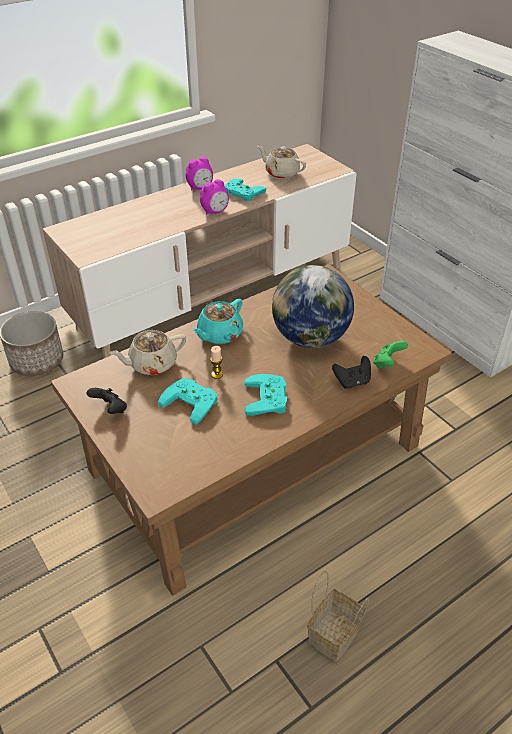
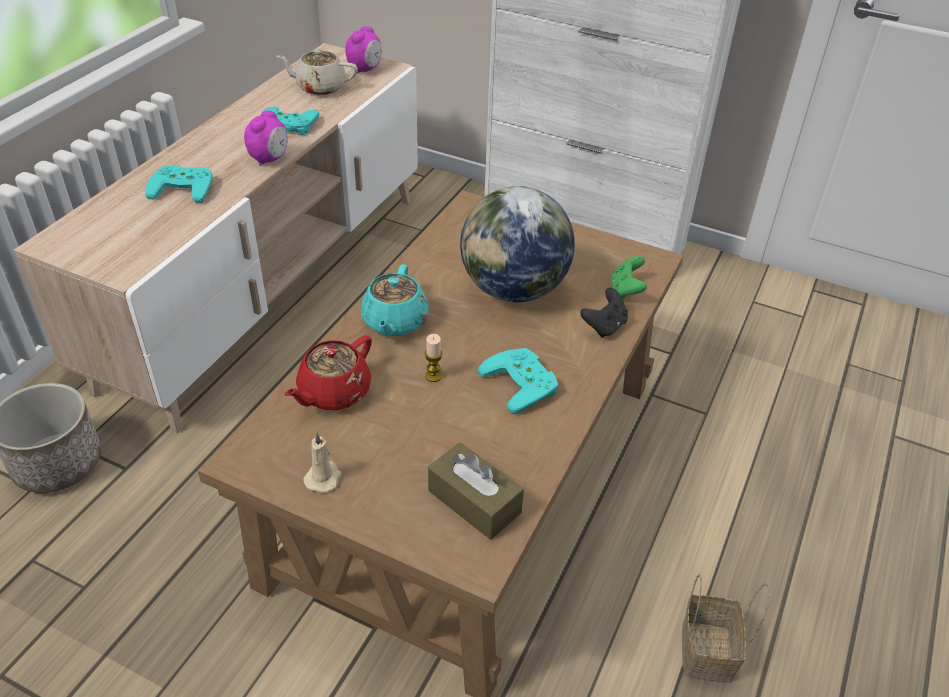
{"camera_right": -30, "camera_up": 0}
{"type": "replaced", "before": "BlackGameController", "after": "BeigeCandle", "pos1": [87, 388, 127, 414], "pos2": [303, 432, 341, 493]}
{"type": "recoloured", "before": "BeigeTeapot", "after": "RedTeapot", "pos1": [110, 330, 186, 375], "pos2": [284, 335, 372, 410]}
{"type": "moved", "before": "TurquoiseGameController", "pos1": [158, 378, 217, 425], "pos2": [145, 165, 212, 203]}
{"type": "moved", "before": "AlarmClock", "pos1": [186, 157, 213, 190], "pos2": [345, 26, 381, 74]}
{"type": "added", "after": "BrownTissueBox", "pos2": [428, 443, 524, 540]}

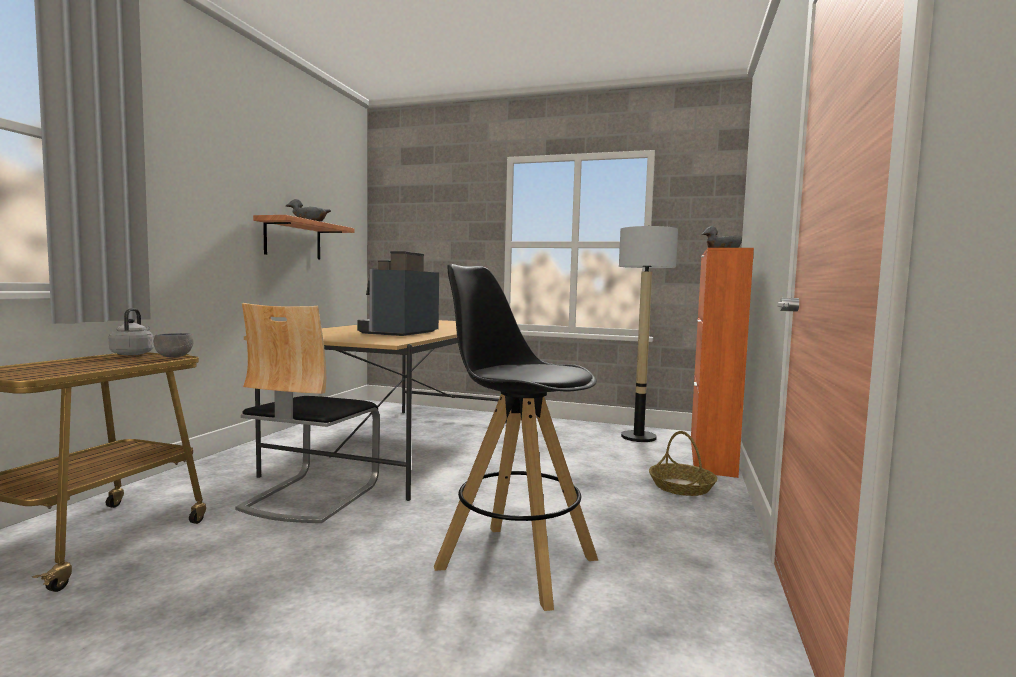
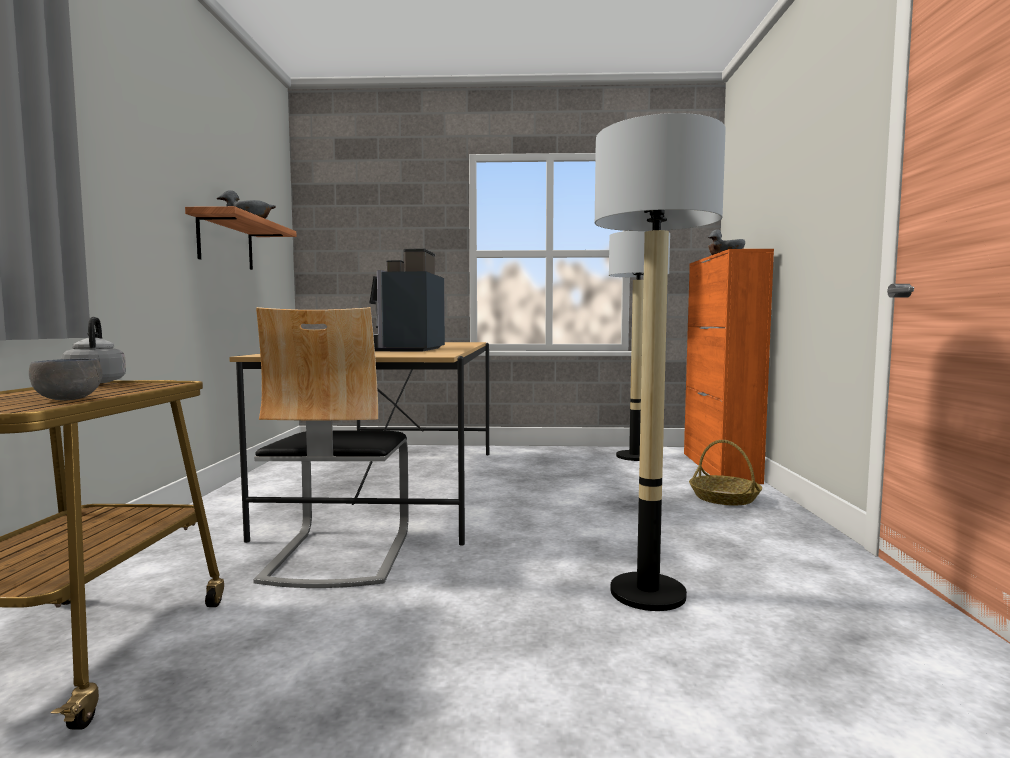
{"camera_right": -15, "camera_up": 0}
{"type": "moved", "before": "GreyBowl", "pos1": [154, 333, 193, 358], "pos2": [29, 358, 102, 400]}
{"type": "replaced", "before": "BlackStool", "after": "FloorLamp", "pos1": [434, 264, 598, 611], "pos2": [595, 113, 726, 611]}

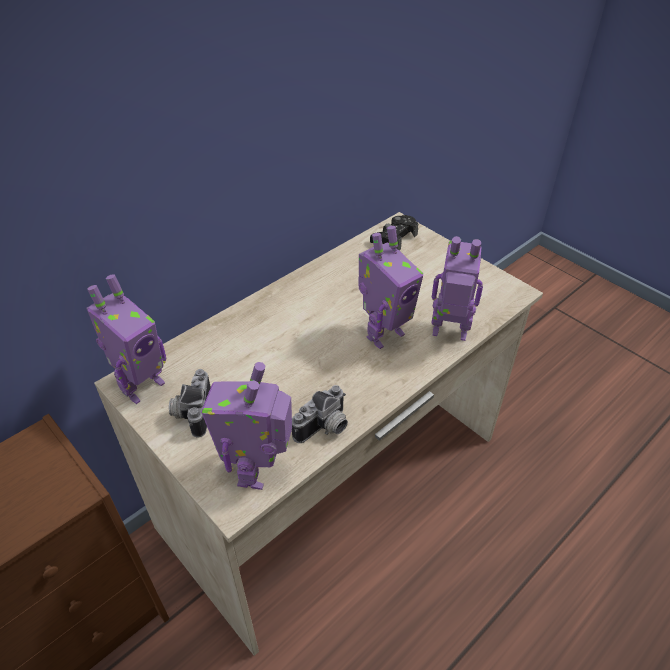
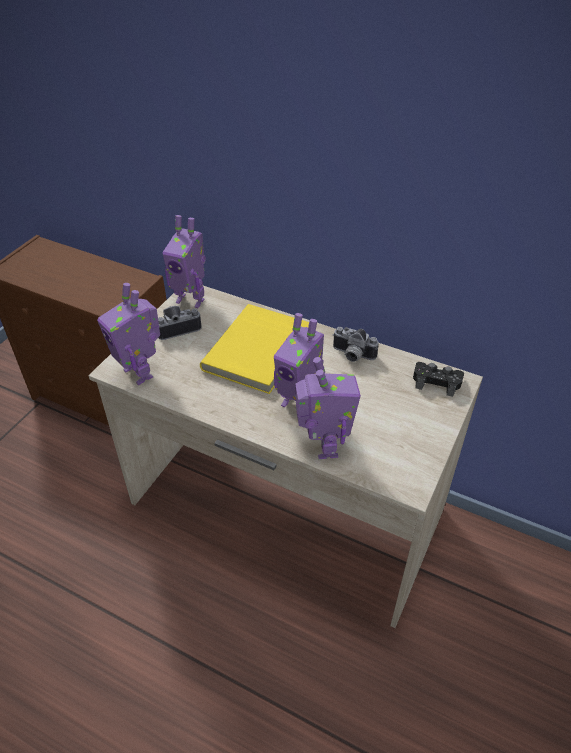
{"camera_right": 70, "camera_up": 0}
{"type": "turned", "before": "ToyRobot", "pos1": [201, 362, 292, 490], "pos2": [97, 283, 160, 385], "turn": -120}
{"type": "moved", "before": "PhotoCamera", "pos1": [292, 385, 348, 443], "pos2": [333, 327, 379, 362]}
{"type": "added", "after": "YellowBook", "pos2": [200, 304, 309, 394]}

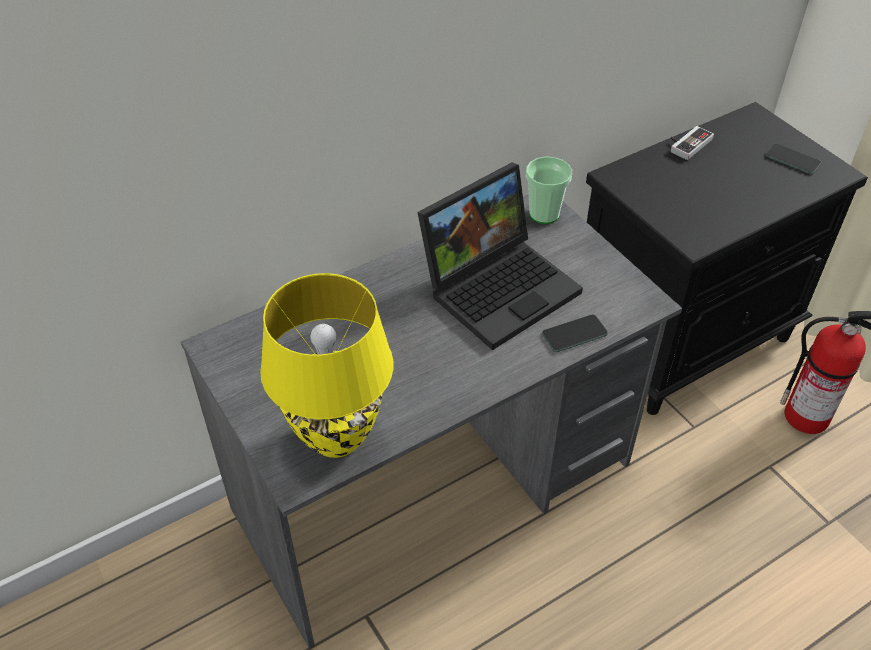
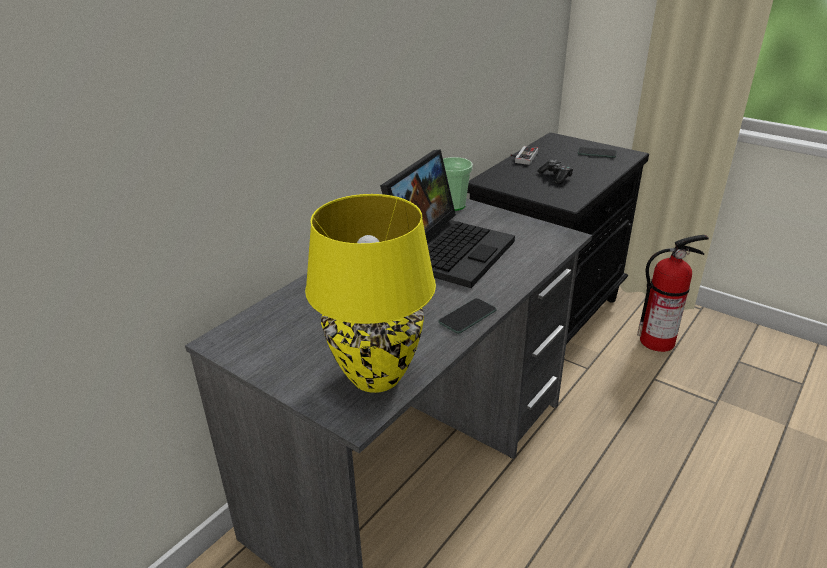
{"camera_right": -20, "camera_up": -15}
{"type": "moved", "before": "Phone", "pos1": [542, 314, 608, 352], "pos2": [439, 298, 497, 334]}
{"type": "added", "after": "GameController", "pos2": [537, 159, 573, 184]}

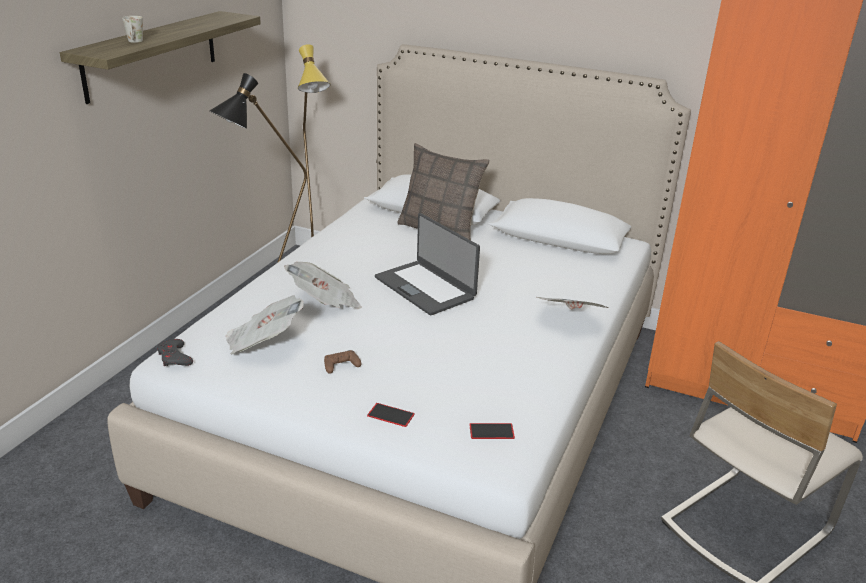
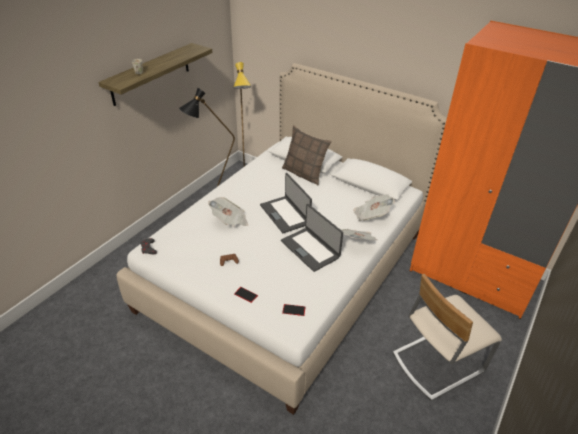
{"camera_right": 10, "camera_up": 10}
{"type": "moved", "before": "Newspaper", "pos1": [226, 295, 304, 355], "pos2": [353, 194, 395, 221]}
{"type": "added", "after": "Laptop", "pos2": [281, 204, 343, 272]}

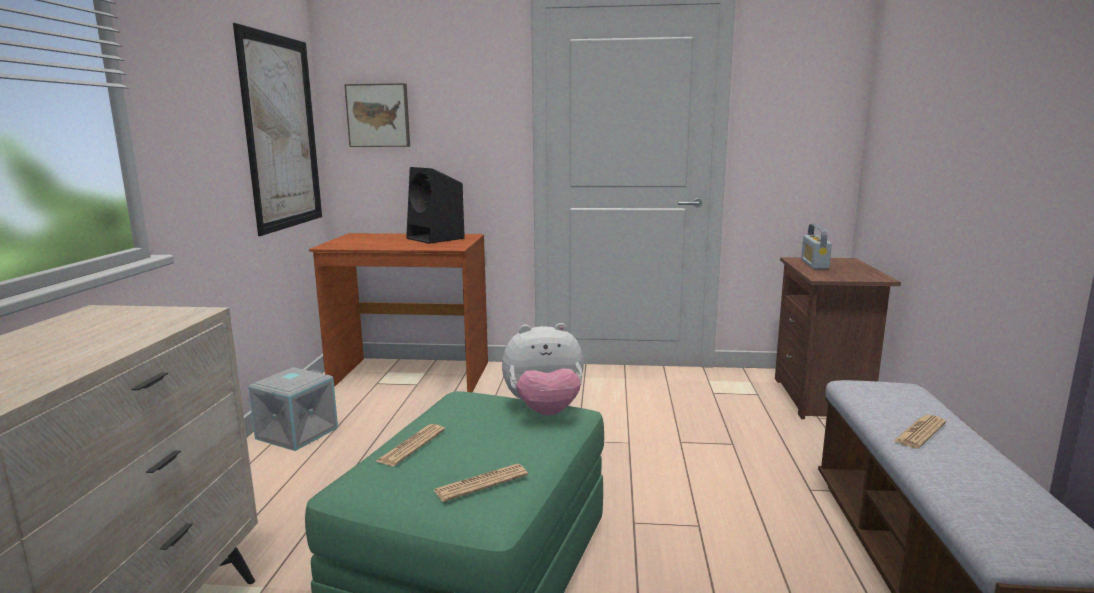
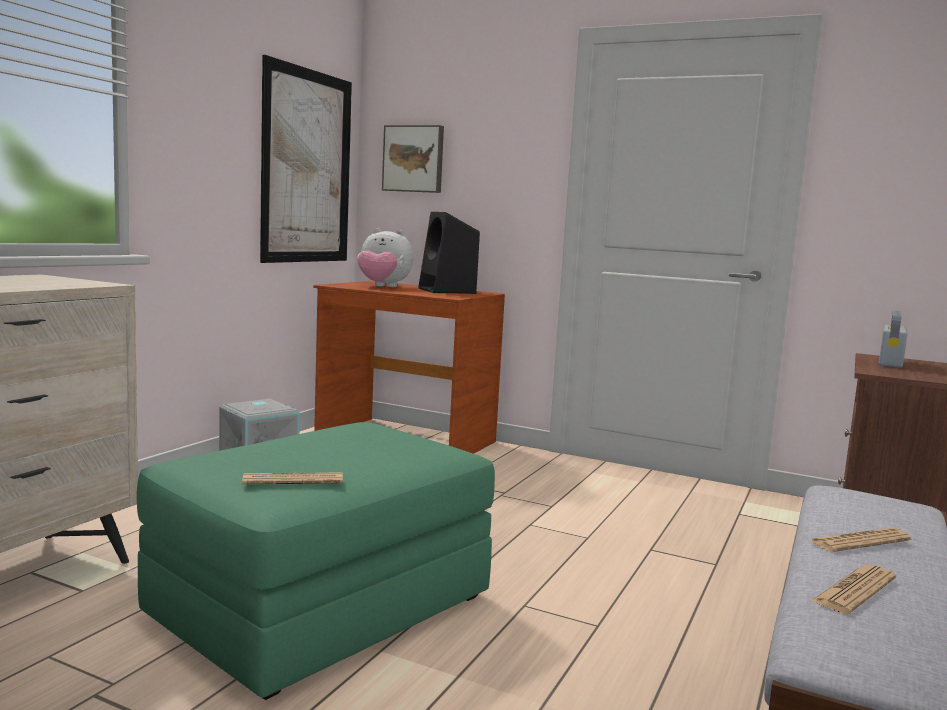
{"camera_right": 20, "camera_up": -5}
{"type": "moved", "before": "Newspaper", "pos1": [375, 424, 445, 466], "pos2": [811, 565, 896, 614]}
{"type": "moved", "before": "PlushToy", "pos1": [502, 323, 584, 416], "pos2": [357, 228, 413, 287]}

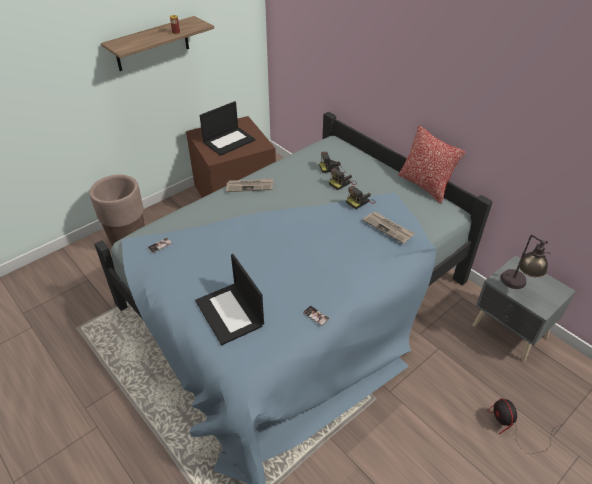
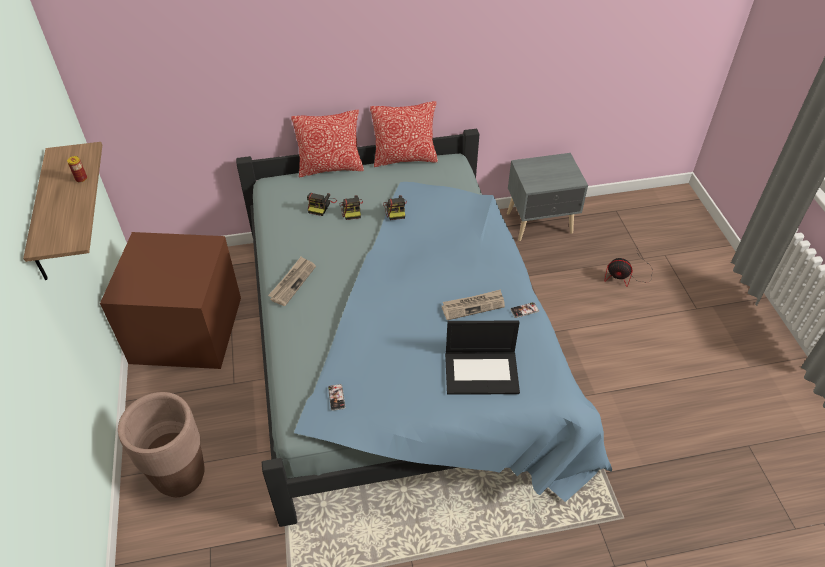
{"camera_right": -60, "camera_up": 5}
{"type": "removed", "before": "Laptop", "pos1": [200, 101, 256, 156]}
{"type": "moved", "before": "Newspaper", "pos1": [363, 212, 415, 244], "pos2": [441, 289, 505, 320]}
{"type": "removed", "before": "TableLamp", "pos1": [501, 235, 551, 289]}
{"type": "added", "after": "Pillow", "pos2": [291, 110, 364, 177]}

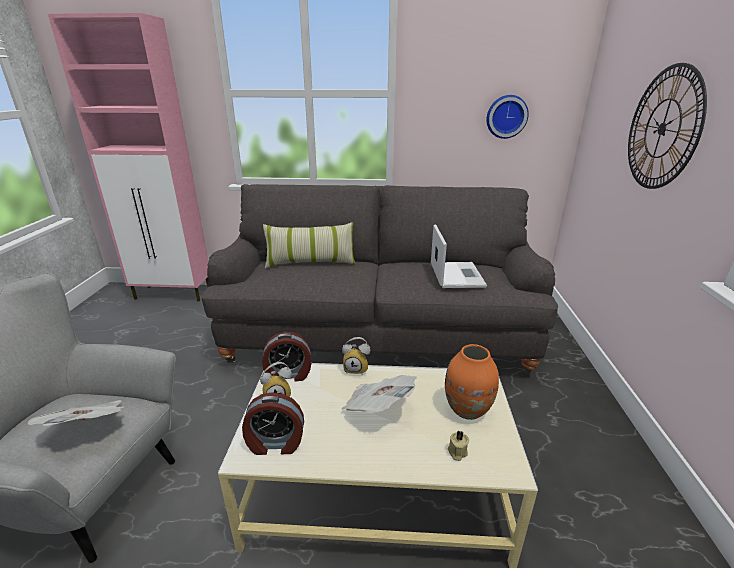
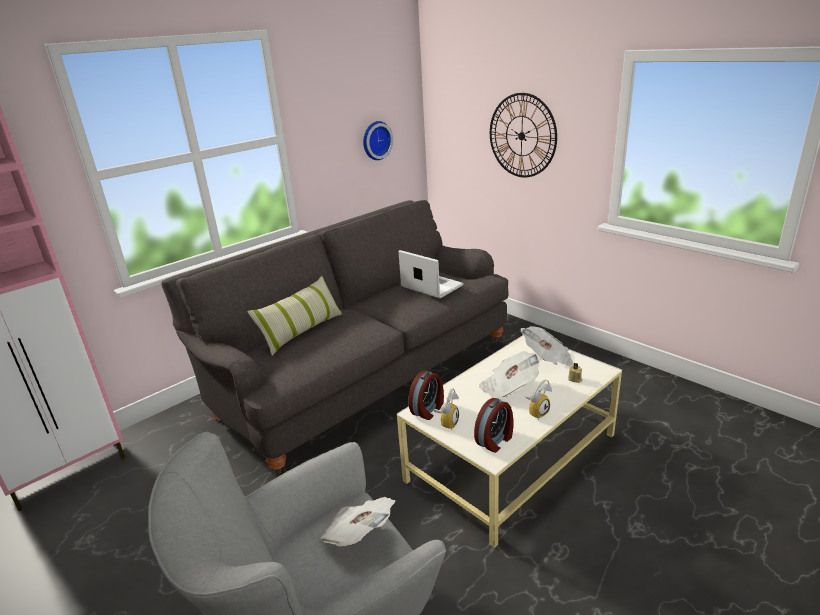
{"camera_right": -45, "camera_up": 0}
{"type": "moved", "before": "AlarmClock", "pos1": [342, 337, 370, 374], "pos2": [525, 379, 552, 420]}
{"type": "replaced", "before": "OrangeVase", "after": "Newspaper", "pos1": [445, 344, 499, 420], "pos2": [521, 326, 574, 367]}

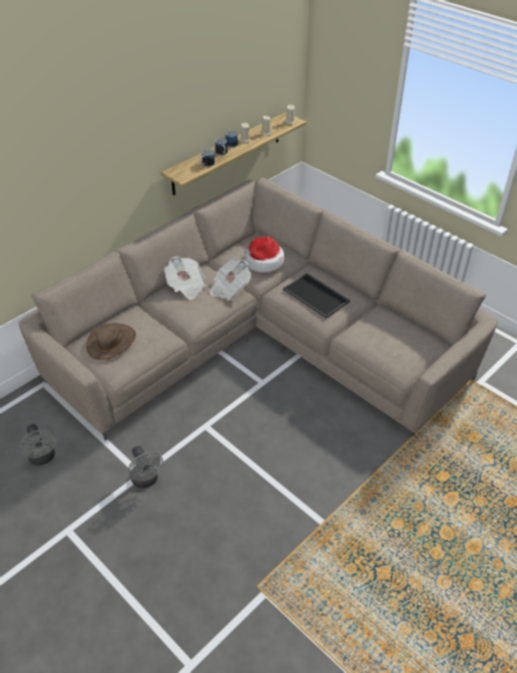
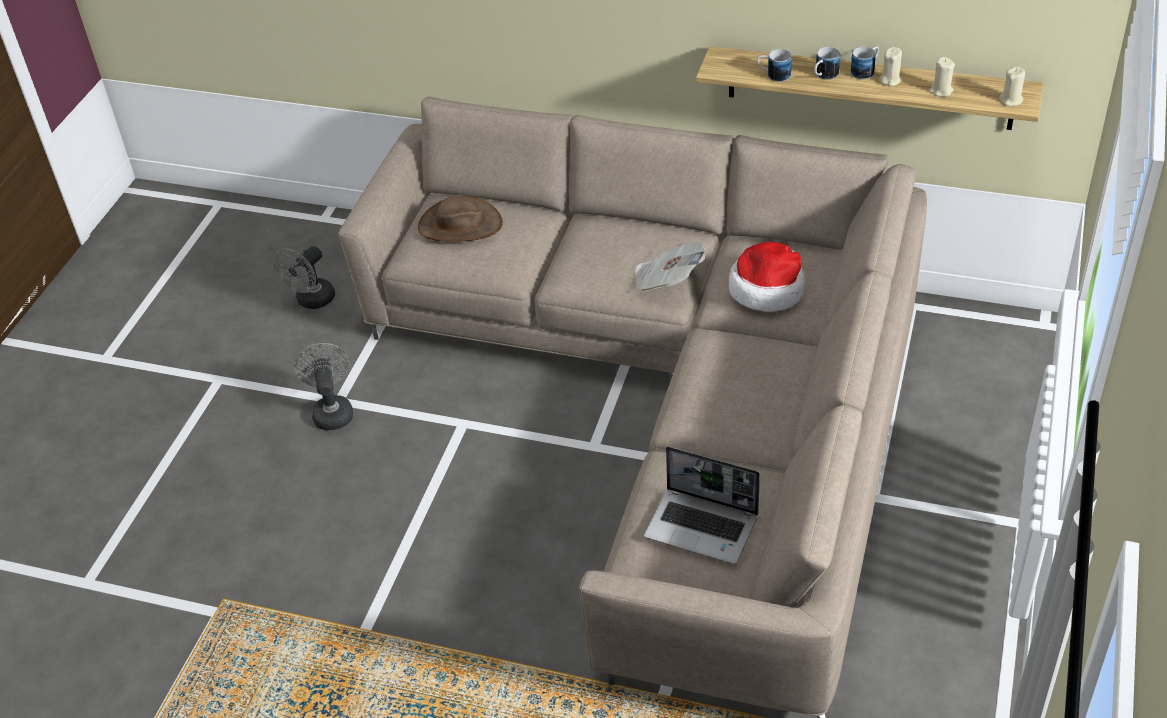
{"camera_right": 65, "camera_up": 0}
{"type": "turned", "before": "GreyFan", "pos1": [128, 446, 163, 488], "pos2": [294, 343, 353, 431], "turn": 135}
{"type": "removed", "before": "Newspaper", "pos1": [164, 256, 207, 300]}
{"type": "removed", "before": "Tray", "pos1": [283, 273, 350, 318]}
{"type": "added", "after": "Laptop", "pos2": [644, 446, 760, 564]}

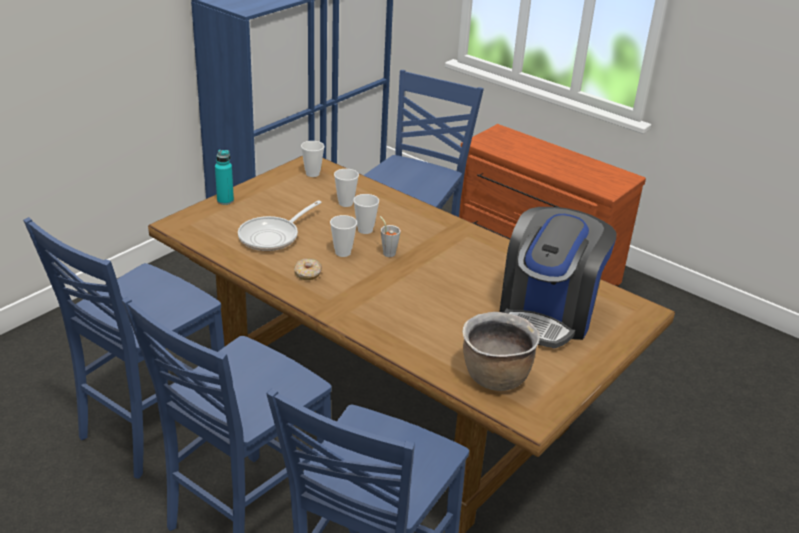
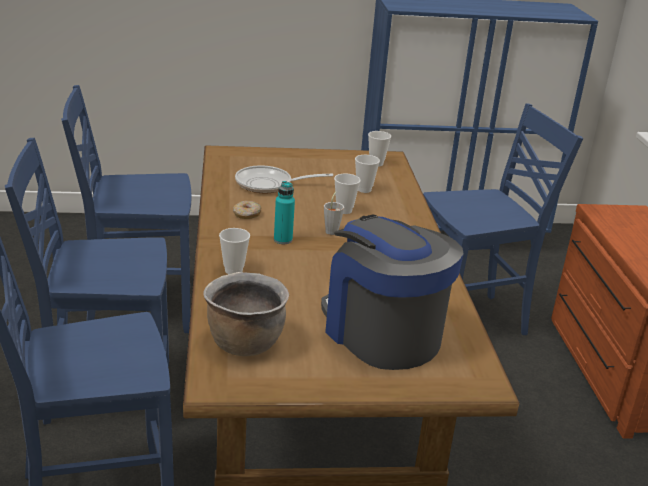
{"camera_right": 45, "camera_up": -5}
{"type": "moved", "before": "TurquoiseBottle", "pos1": [215, 150, 234, 205], "pos2": [274, 181, 295, 244]}
{"type": "moved", "before": "Cup", "pos1": [330, 215, 357, 257], "pos2": [219, 228, 250, 274]}
{"type": "turned", "before": "CoffeeMachine", "pos1": [499, 207, 616, 348], "pos2": [321, 214, 464, 370], "turn": 75}

